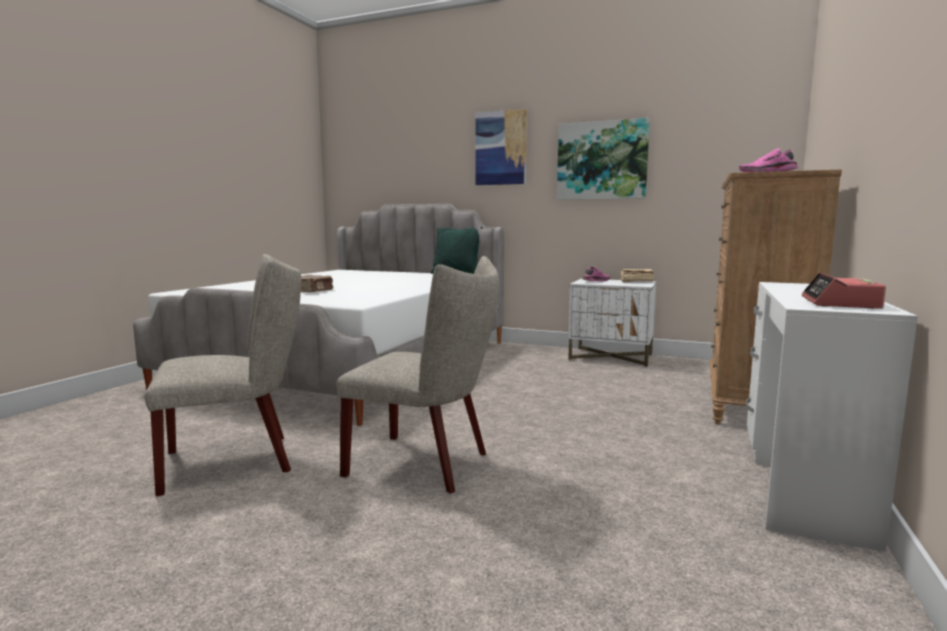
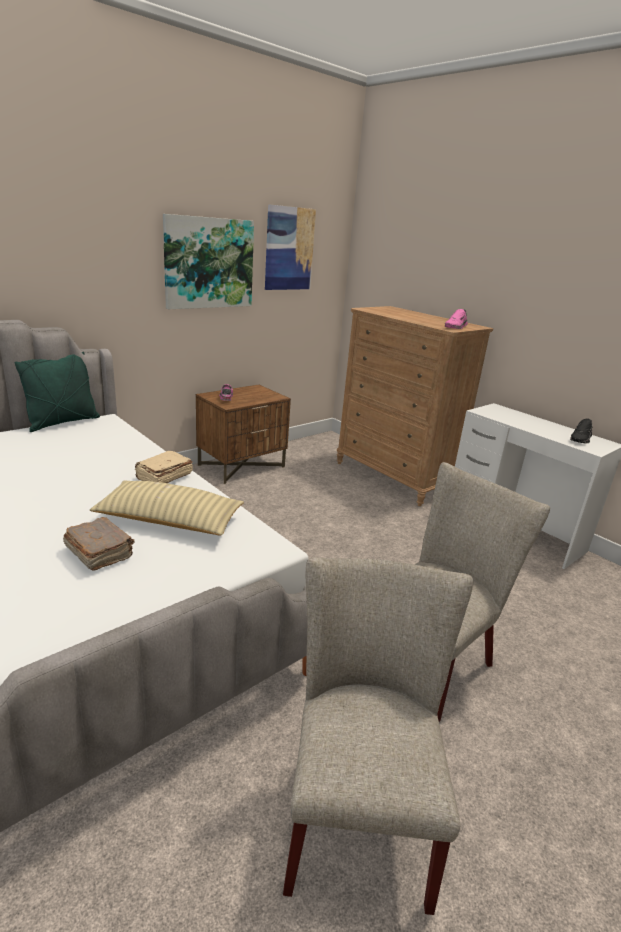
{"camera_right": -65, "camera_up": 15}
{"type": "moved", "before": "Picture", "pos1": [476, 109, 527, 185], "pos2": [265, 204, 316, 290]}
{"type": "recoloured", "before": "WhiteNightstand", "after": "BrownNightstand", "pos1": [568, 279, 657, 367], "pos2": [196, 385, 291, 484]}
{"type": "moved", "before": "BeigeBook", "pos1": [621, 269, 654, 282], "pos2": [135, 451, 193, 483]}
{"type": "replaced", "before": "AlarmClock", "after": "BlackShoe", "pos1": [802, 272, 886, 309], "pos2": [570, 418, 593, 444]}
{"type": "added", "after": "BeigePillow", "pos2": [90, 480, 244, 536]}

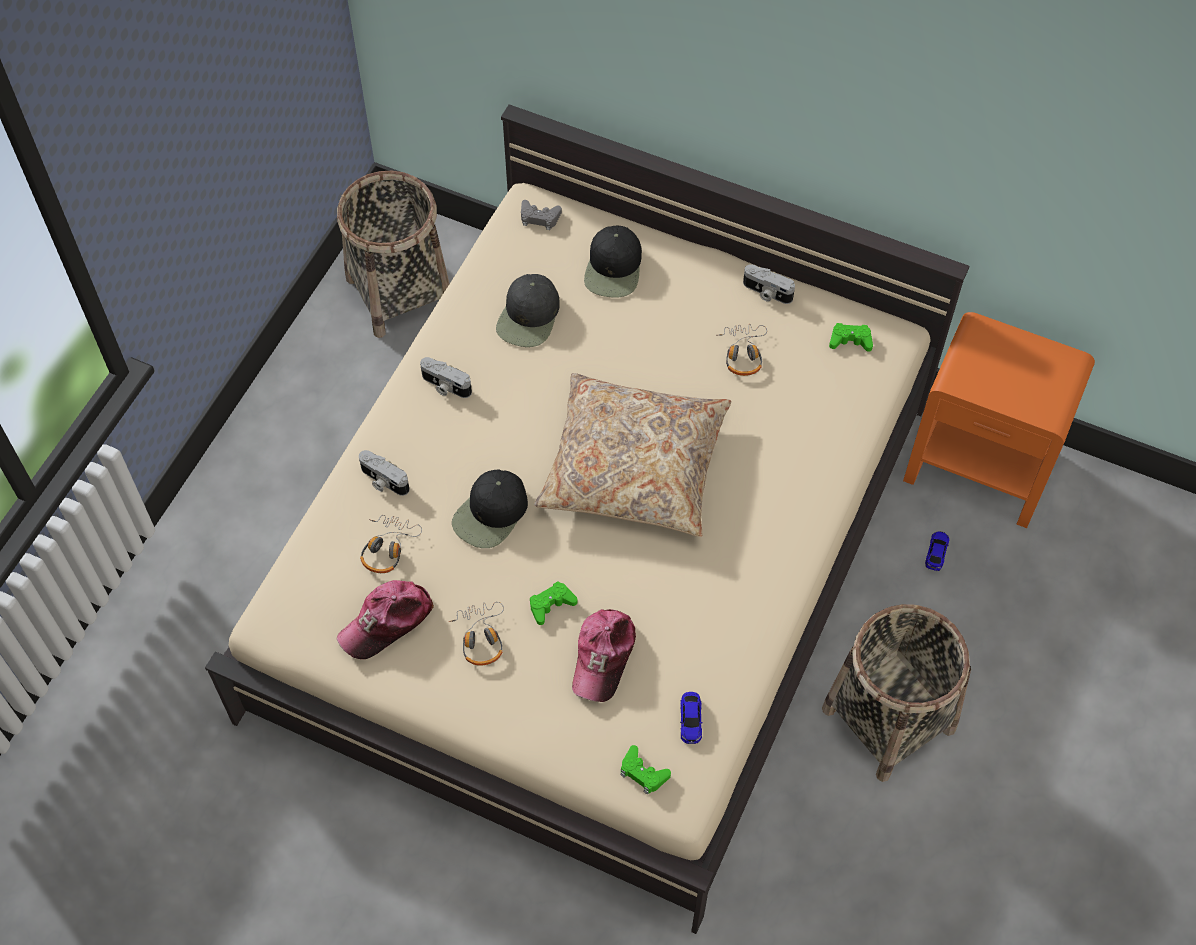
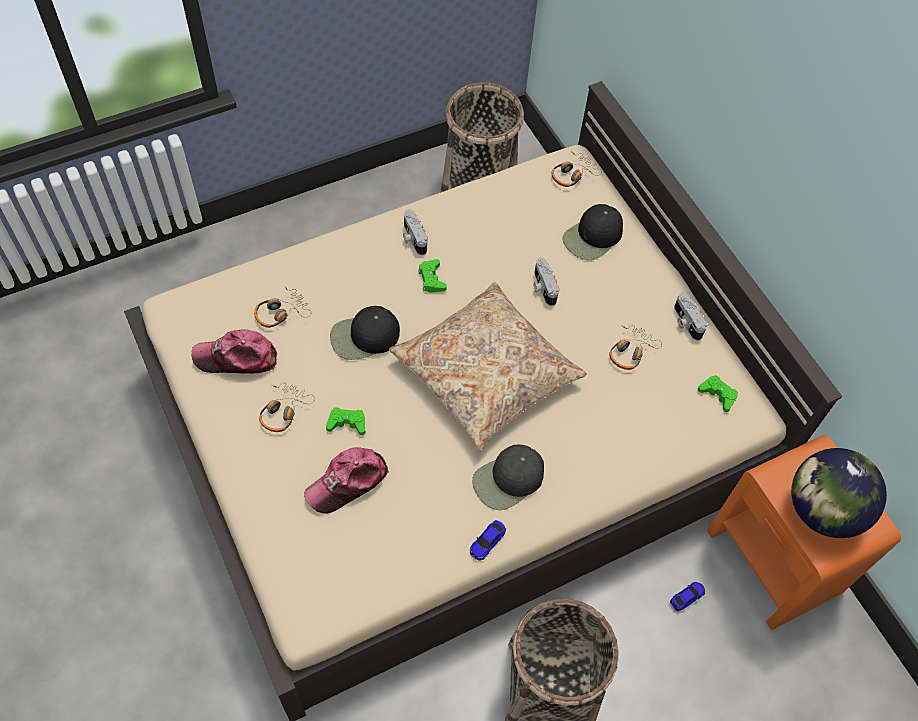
{"camera_right": 35, "camera_up": 0}
{"type": "moved", "before": "PhotoCamera", "pos1": [359, 450, 410, 496], "pos2": [533, 258, 559, 306]}
{"type": "moved", "before": "BlackCap", "pos1": [496, 274, 560, 347], "pos2": [472, 444, 544, 510]}
{"type": "replaced", "before": "GreyGameController", "after": "Headphones", "pos1": [521, 200, 562, 230], "pos2": [552, 151, 602, 187]}
{"type": "moved", "before": "GreenGameController", "pos1": [621, 745, 671, 795], "pos2": [418, 259, 447, 293]}
{"type": "moved", "before": "ToyCar", "pos1": [680, 692, 703, 744], "pos2": [470, 520, 506, 561]}
{"type": "added", "after": "Globe", "pos2": [791, 448, 887, 538]}

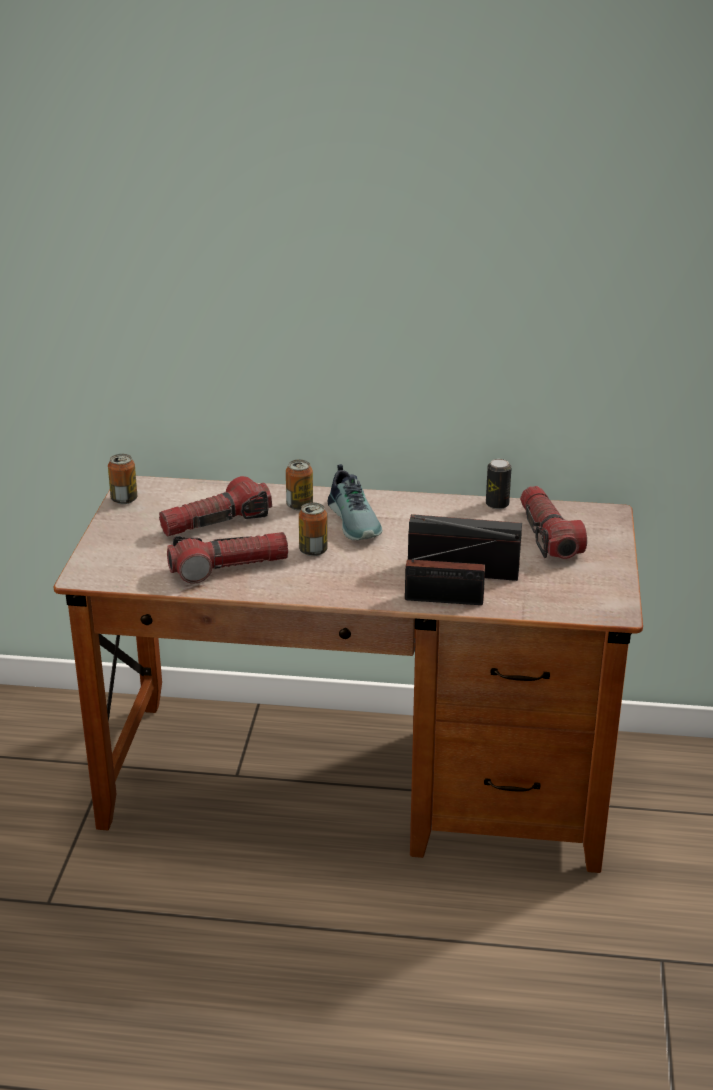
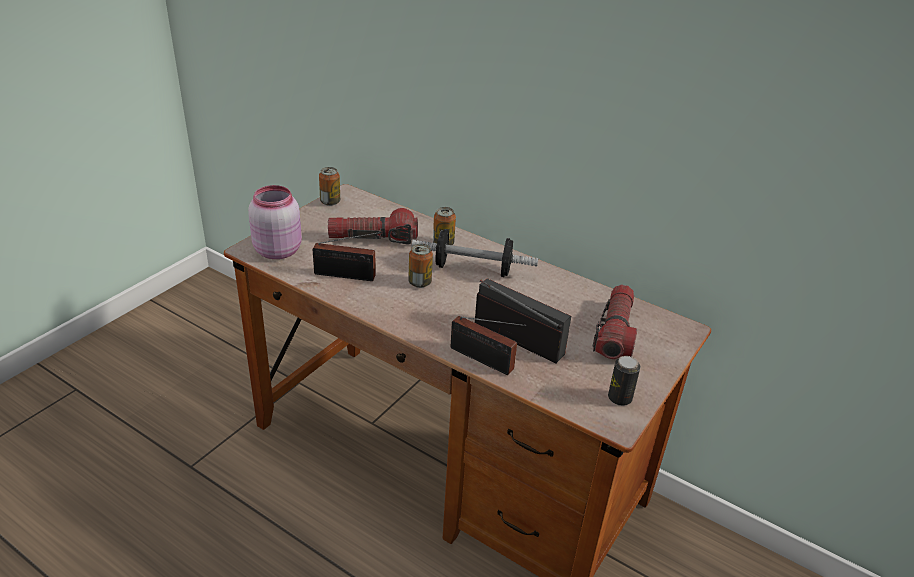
{"camera_right": 25, "camera_up": 5}
{"type": "replaced", "before": "Flashlight", "after": "Radio", "pos1": [167, 532, 288, 584], "pos2": [313, 232, 382, 281]}
{"type": "replaced", "before": "Shoe", "after": "Dumbbell", "pos1": [327, 464, 383, 540], "pos2": [412, 229, 538, 277]}
{"type": "moved", "before": "Can", "pos1": [486, 459, 512, 509], "pos2": [608, 356, 640, 406]}
{"type": "added", "after": "PinkJar", "pos2": [248, 185, 302, 259]}

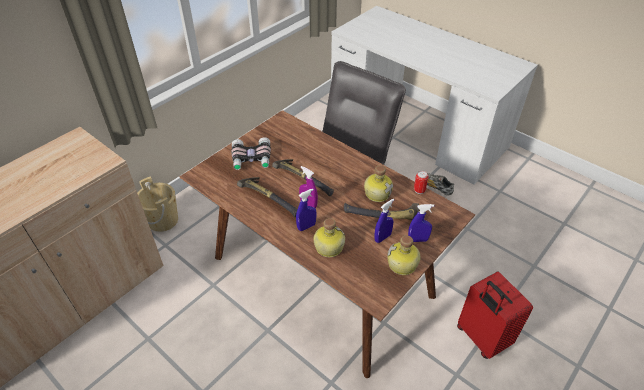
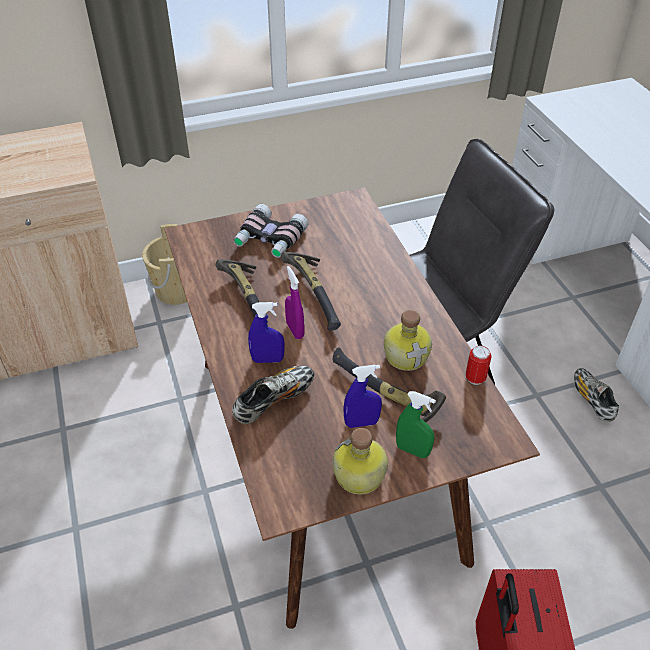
{"camera_right": 30, "camera_up": 0}
{"type": "replaced", "before": "Bottle", "after": "Shoe", "pos1": [314, 218, 345, 257], "pos2": [232, 366, 314, 424]}
{"type": "recoloured", "before": "BlueSprayBottle", "after": "GreenSprayBottle", "pos1": [408, 204, 434, 242], "pos2": [396, 391, 436, 458]}

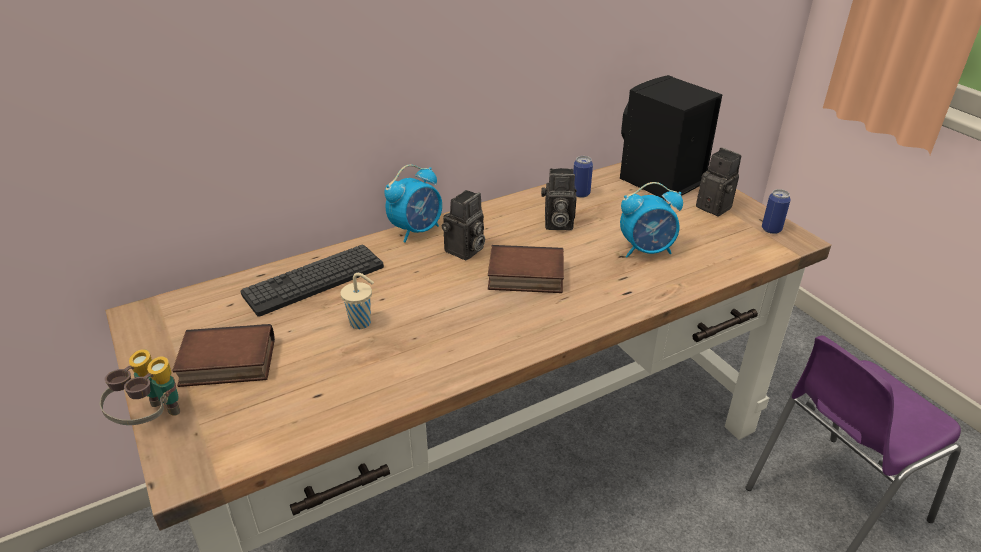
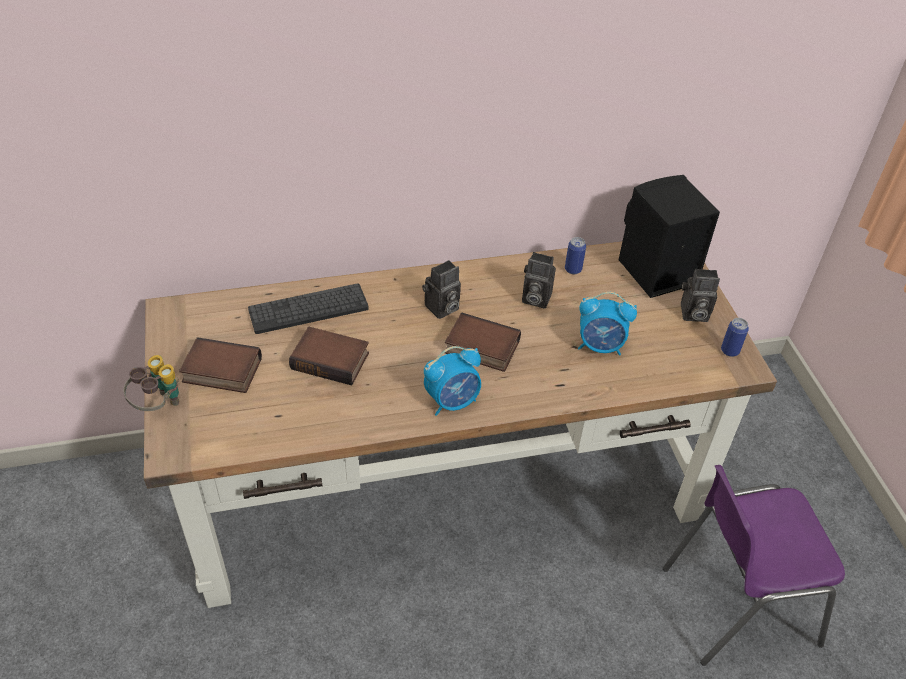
{"camera_right": 15, "camera_up": 10}
{"type": "replaced", "before": "BeigeCup", "after": "Book", "pos1": [340, 273, 374, 329], "pos2": [289, 327, 369, 385]}
{"type": "moved", "before": "AlarmClock", "pos1": [384, 165, 442, 243], "pos2": [424, 346, 481, 416]}
{"type": "turned", "before": "PhotoCamera", "pos1": [696, 147, 741, 217], "pos2": [681, 269, 720, 322], "turn": 120}

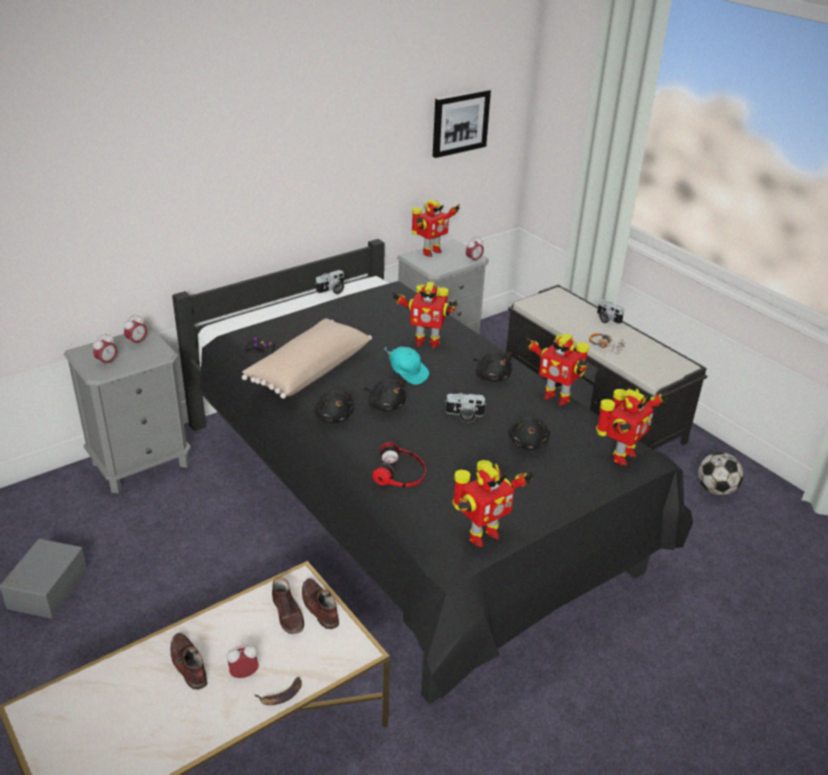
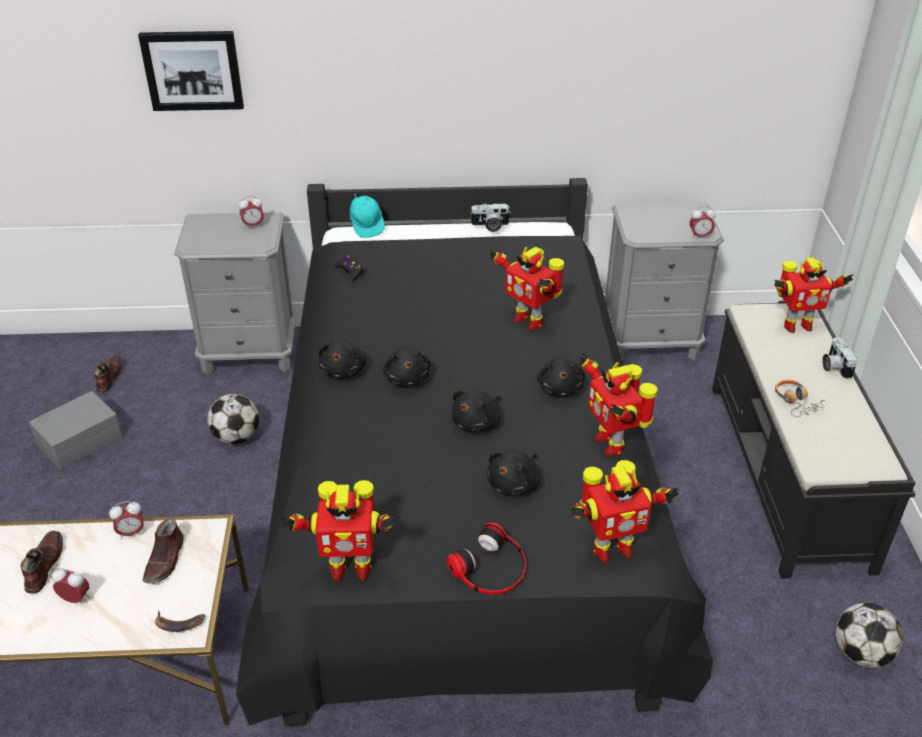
{"camera_right": 35, "camera_up": 5}
{"type": "moved", "before": "AlarmClock", "pos1": [93, 334, 117, 367], "pos2": [109, 501, 144, 539]}
{"type": "removed", "before": "BeigePillow", "pos1": [242, 318, 372, 399]}
{"type": "moved", "before": "Banana", "pos1": [254, 677, 302, 705], "pos2": [155, 611, 205, 632]}
{"type": "moved", "before": "BrownShoe", "pos1": [302, 578, 339, 629], "pos2": [94, 354, 123, 393]}
{"type": "moved", "before": "Headphones", "pos1": [372, 442, 426, 487], "pos2": [447, 523, 526, 595]}
{"type": "moved", "before": "TurquoiseCap", "pos1": [384, 346, 429, 385], "pos2": [350, 193, 385, 238]}
{"type": "moved", "before": "ToyRobot", "pos1": [411, 200, 460, 257], "pos2": [774, 257, 853, 333]}
{"type": "moved", "before": "Picture", "pos1": [433, 89, 491, 158], "pos2": [138, 31, 244, 111]}
{"type": "replaced", "before": "PhotoCamera", "after": "BlackPlushToy", "pos1": [445, 393, 486, 423], "pos2": [451, 390, 501, 432]}
{"type": "added", "after": "Football", "pos2": [207, 394, 259, 445]}

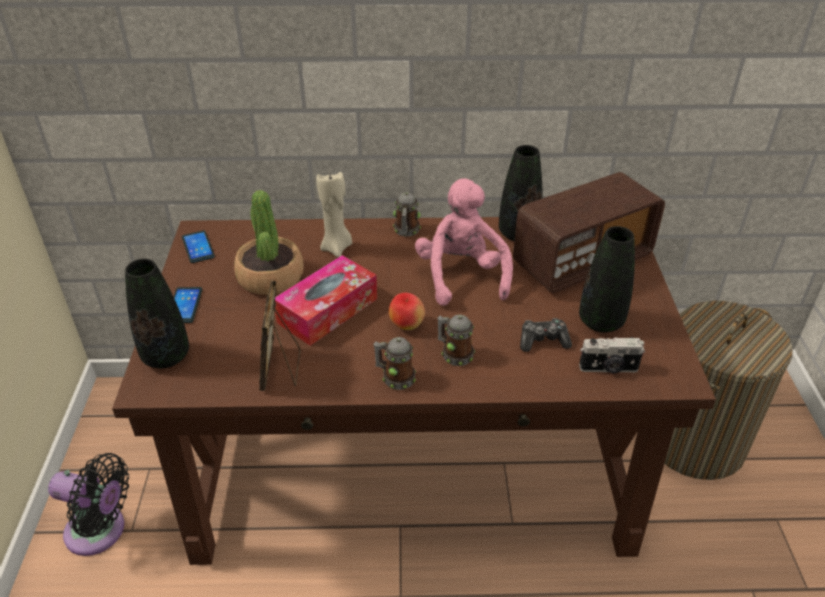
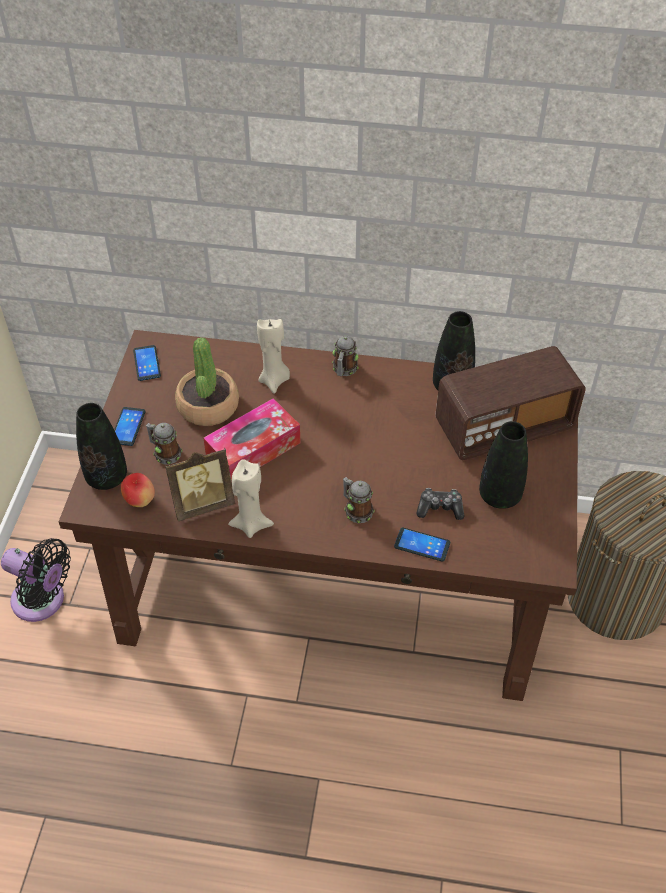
{"camera_right": 10, "camera_up": 10}
{"type": "turned", "before": "PictureFrame", "pos1": [259, 281, 300, 391], "pos2": [165, 448, 235, 521], "turn": -120}
{"type": "moved", "before": "Mug", "pos1": [373, 337, 416, 390], "pos2": [146, 423, 182, 464]}
{"type": "moved", "before": "Apple", "pos1": [389, 293, 425, 330], "pos2": [121, 473, 155, 507]}
{"type": "removed", "before": "PinkPlushToy", "pos1": [415, 178, 513, 306]}
{"type": "removed", "before": "PhotoCamera", "pos1": [579, 337, 645, 373]}
{"type": "added", "after": "BeigeCandle", "pos2": [228, 459, 274, 538]}
{"type": "added", "after": "Phone", "pos2": [394, 528, 450, 562]}

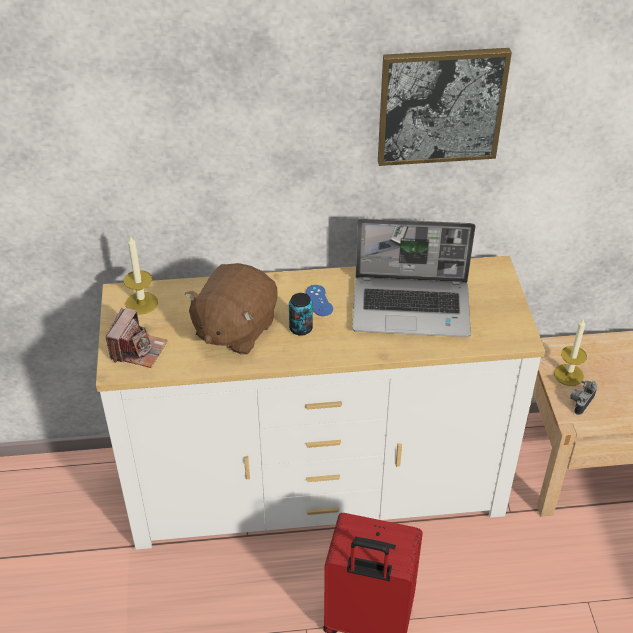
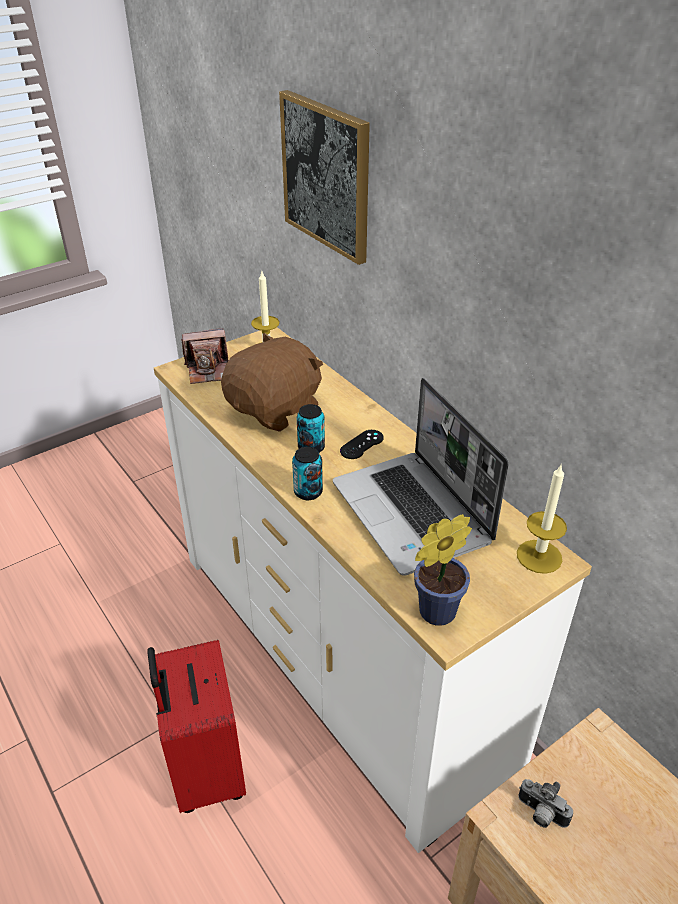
{"camera_right": 60, "camera_up": -5}
{"type": "turned", "before": "BrownPlushToy", "pos1": [185, 263, 278, 355], "pos2": [221, 333, 323, 432], "turn": 135}
{"type": "recoloured", "before": "BlueGameController", "after": "BlackGameController", "pos1": [306, 285, 333, 316], "pos2": [340, 430, 384, 459]}
{"type": "moved", "before": "Picture", "pos1": [378, 48, 512, 166], "pos2": [279, 90, 370, 265]}
{"type": "moved", "before": "Candle", "pos1": [554, 318, 587, 386], "pos2": [517, 465, 567, 574]}
{"type": "turned", "before": "PhotoCamera", "pos1": [570, 380, 597, 415], "pos2": [519, 779, 573, 828], "turn": -150}
{"type": "added", "after": "Can", "pos2": [292, 447, 323, 500]}
{"type": "added", "after": "PottedPlant", "pos2": [414, 514, 472, 626]}

